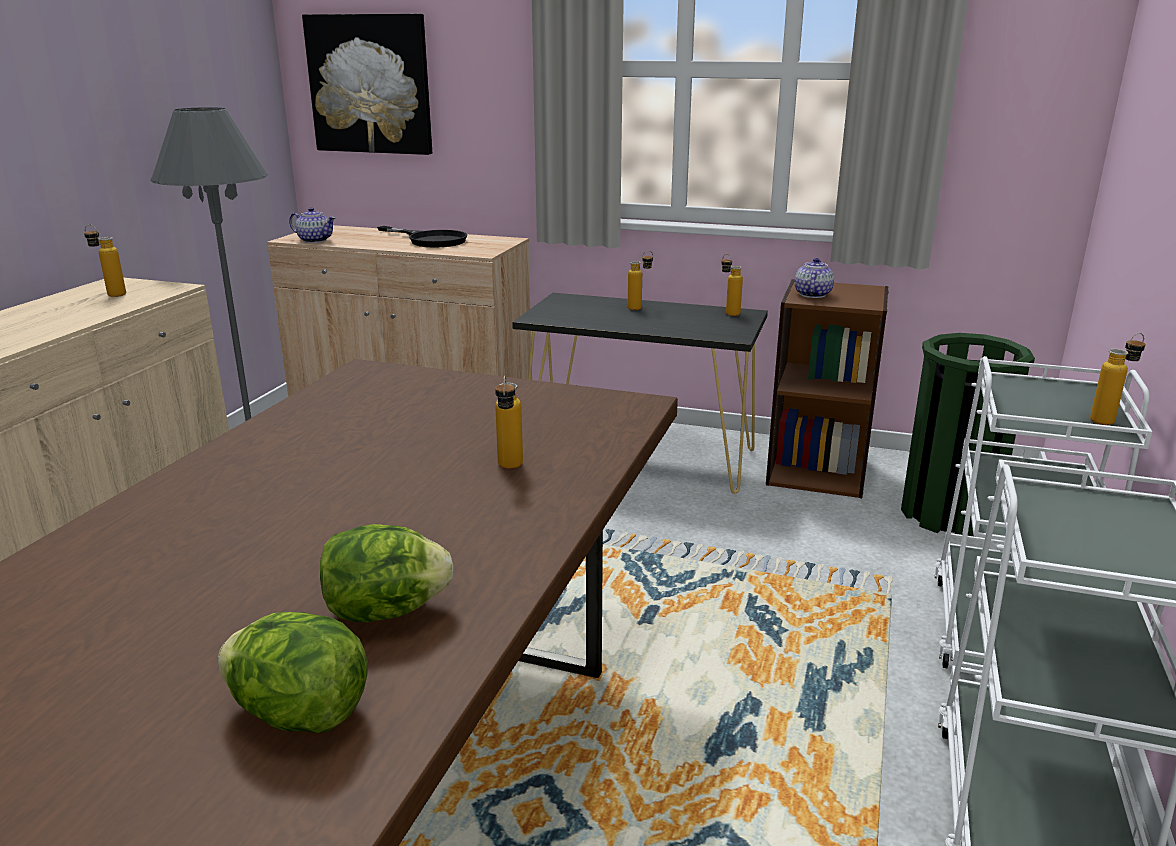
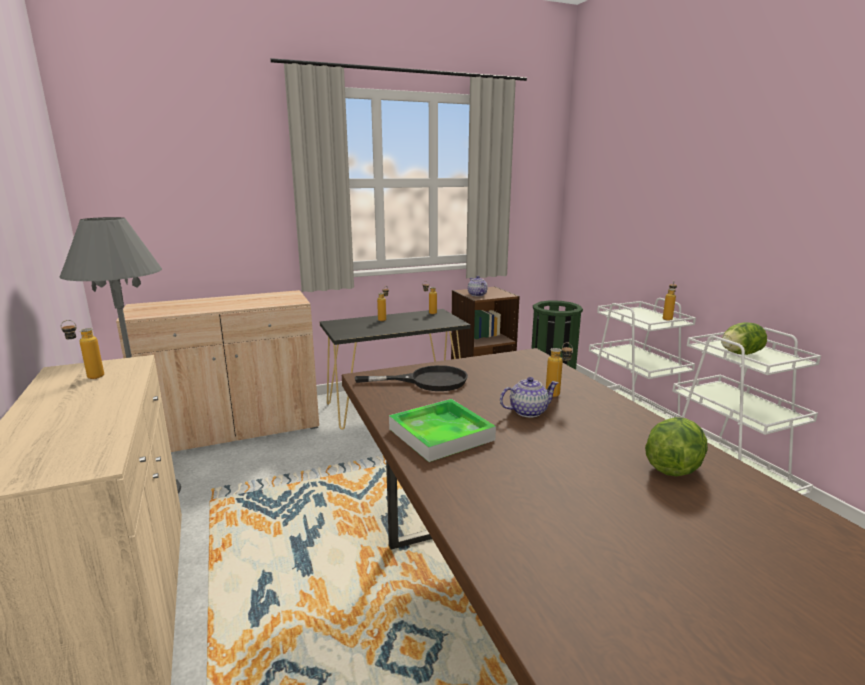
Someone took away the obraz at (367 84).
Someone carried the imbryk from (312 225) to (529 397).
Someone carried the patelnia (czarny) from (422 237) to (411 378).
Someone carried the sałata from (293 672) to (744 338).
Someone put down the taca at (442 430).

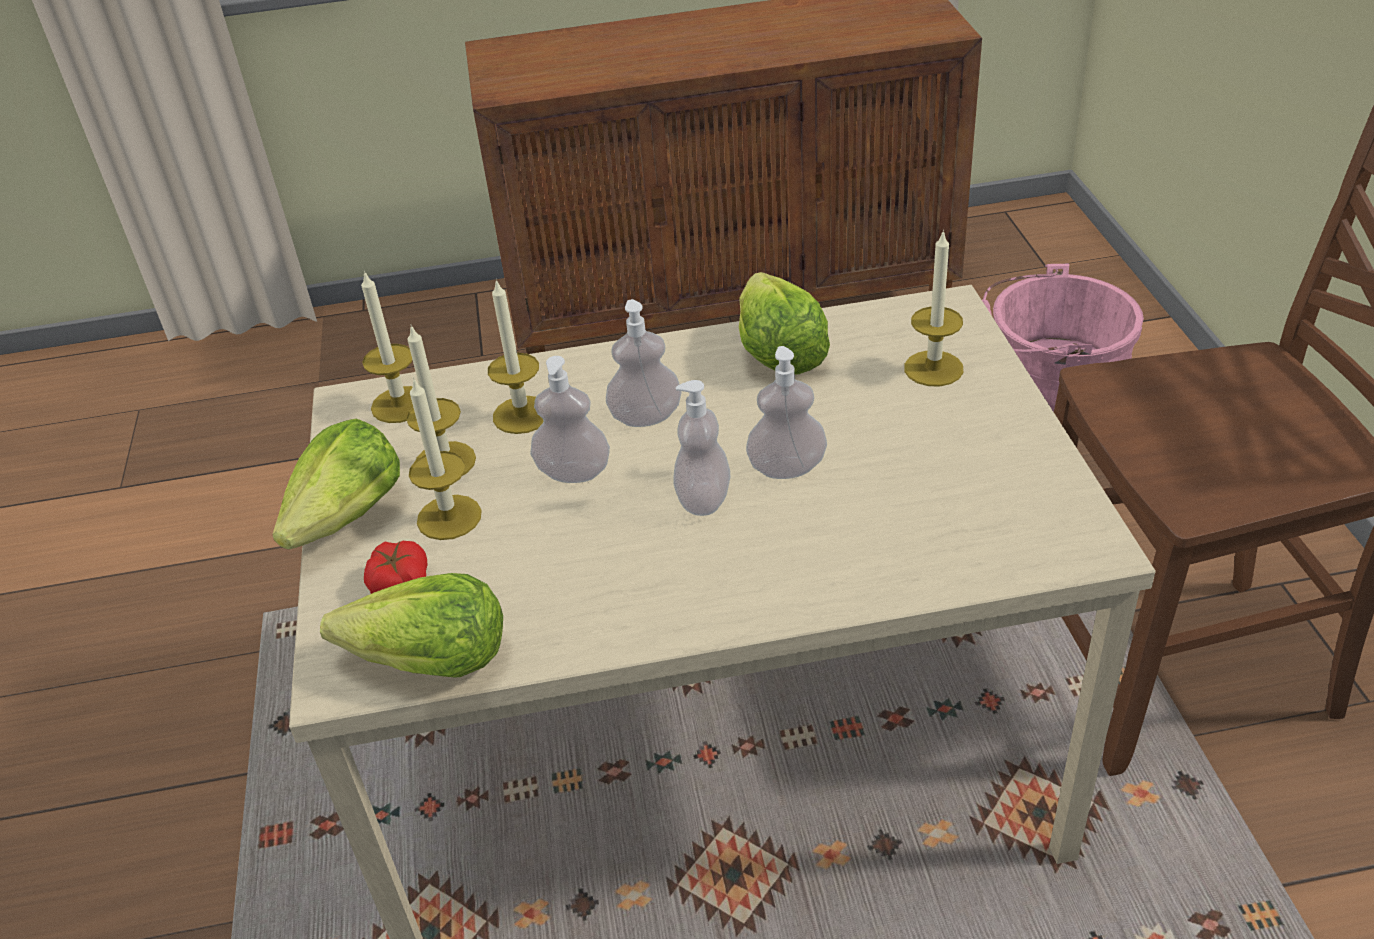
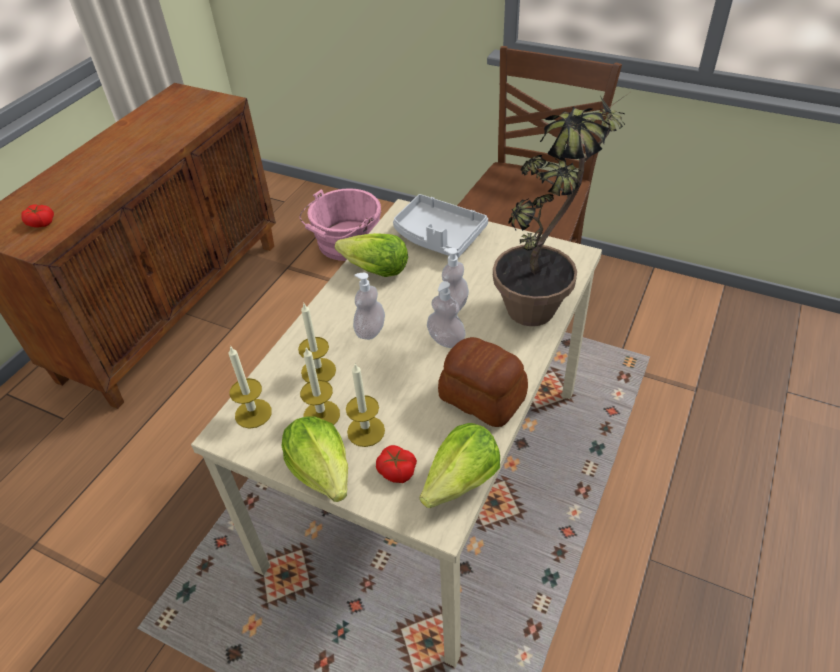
Someone swapped the świeca at (933 307) for the taca (szary) at (440 226).
Someone took away the dozownik mydła at (570 419).
Someone put down the roślina doniczkowa at (563 208).
Someone put down the pomidor at (37 216).
Someone put down the chleb at (483 382).

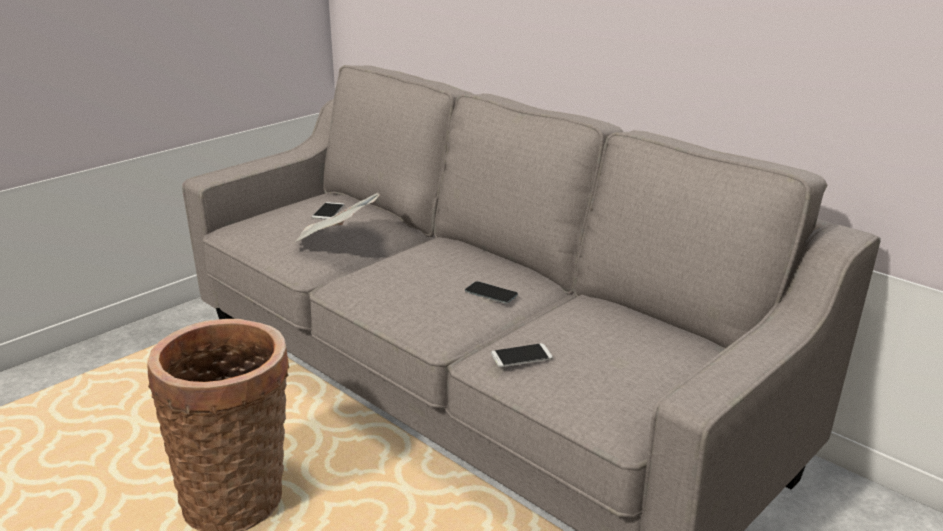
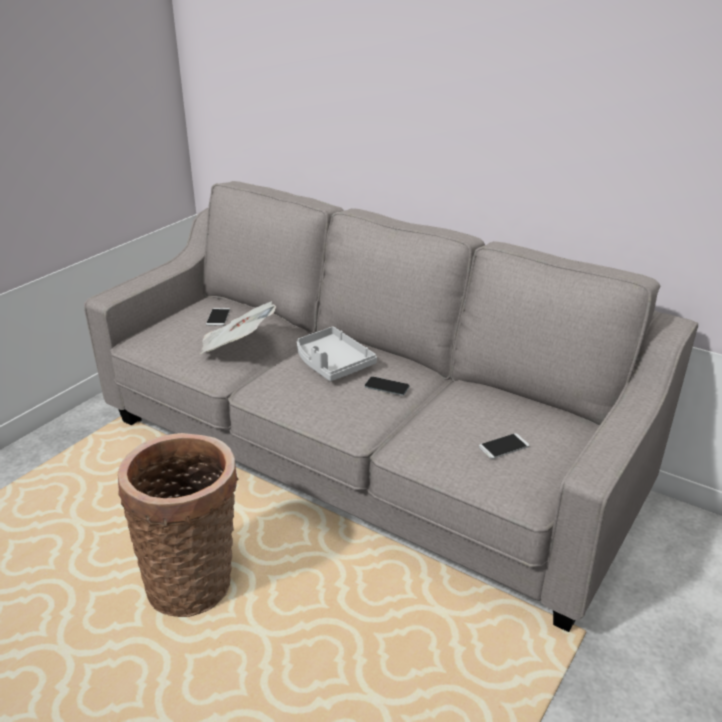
Someone carried the telefon from (522 355) to (504 446).
Someone put down the taca (szary) at (337 354).

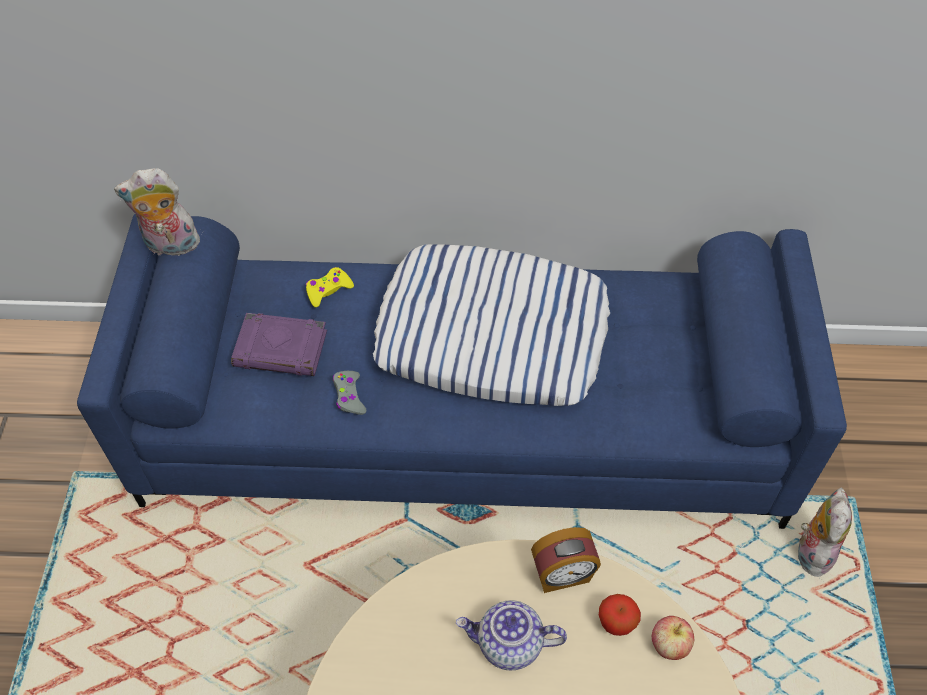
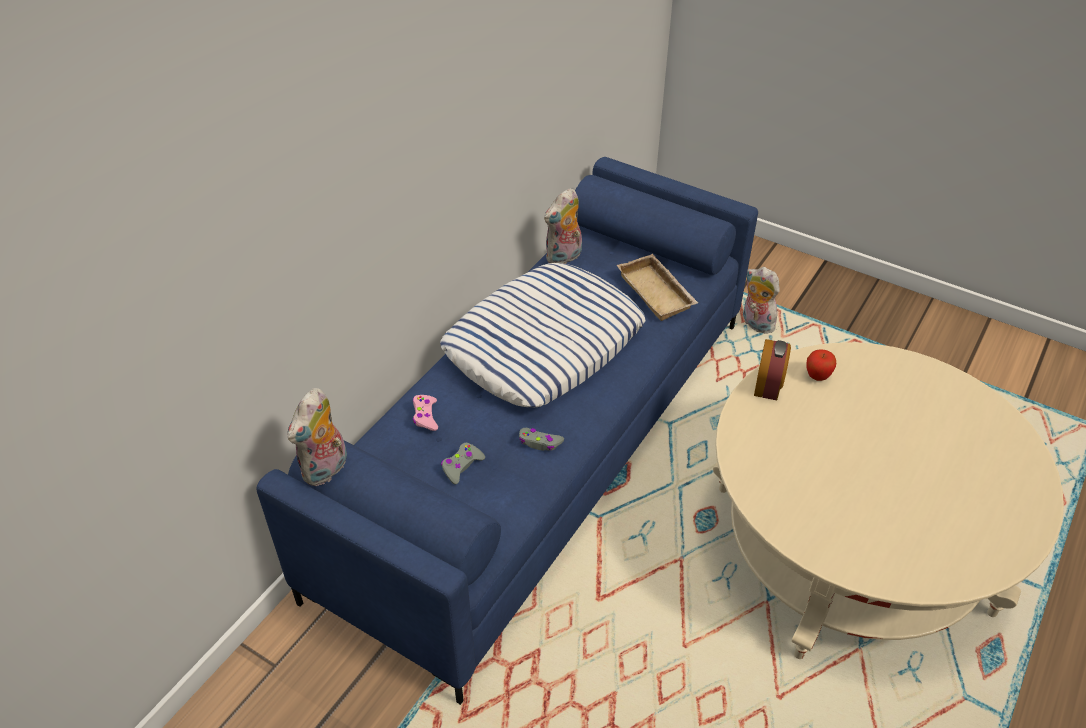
Someone repainted the pad do gier (żółty) at (330 287), which became the pad do gier (różowy) at (425 413).
Someone swapped the książka (fioletowy) at (279 344) for the pad do gier (szary) at (463 463).
Someone took away the imbryk at (511 635).
Someone took away the jabłko at (673 638).
Someone put down the pluszak at (563 226).
Someone put down the taca (beżowy) at (657 287).

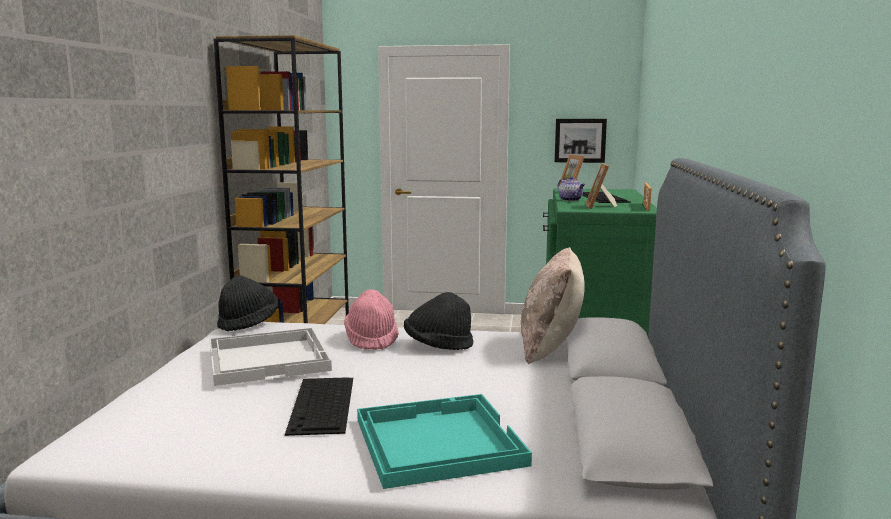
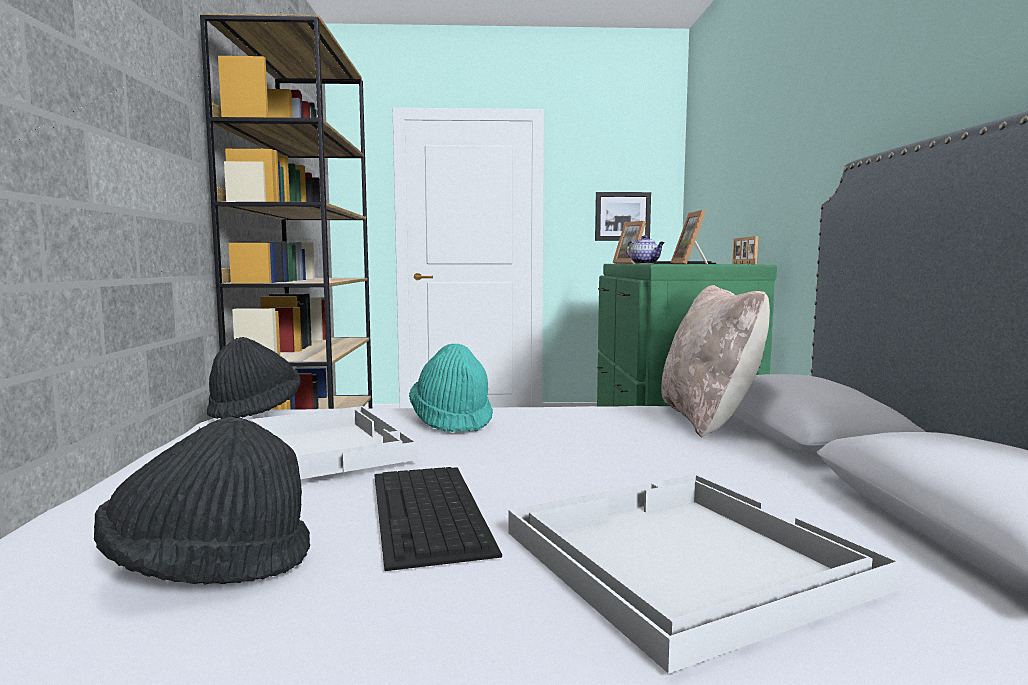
Someone repainted the kapelusz (różowy) at (371 319), which became the kapelusz (turkusowy) at (451 388).
Someone carried the kapelusz (czarny) from (438 321) to (202 501).
Someone repainted the taca (turkusowy) at (444 441), which became the taca (biały) at (705 574).

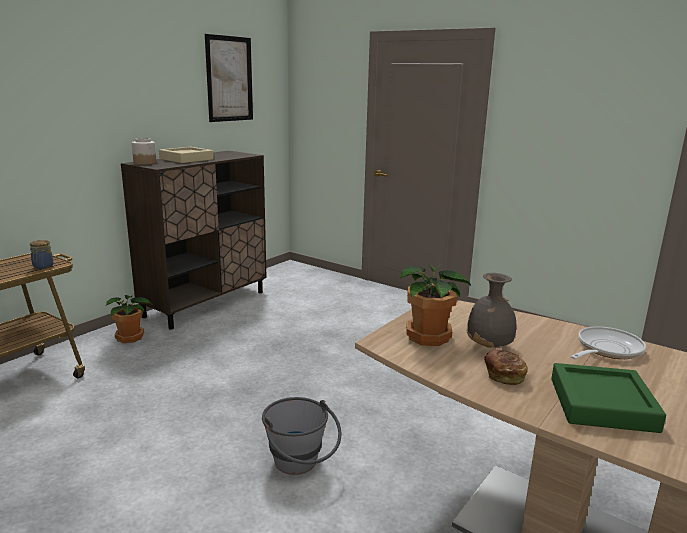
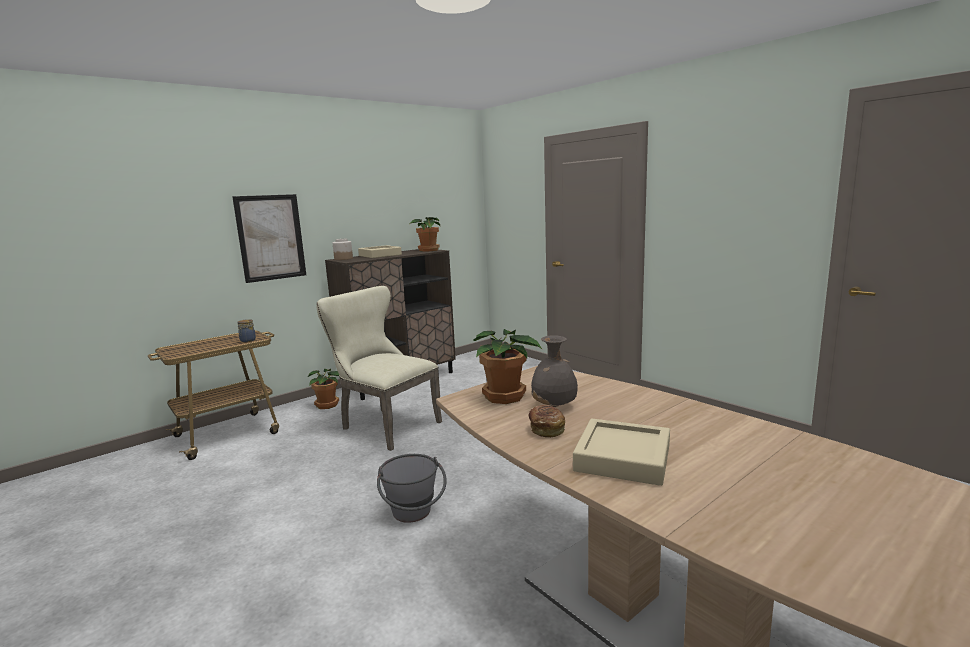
Someone carried the obraz from (229 78) to (269 238).
Someone took away the patelnia at (608 342).
Someone repainted the taca (zielony) at (608 398), which became the taca (beżowy) at (621 452).
Someone put down the roślina doniczkowa at (426 234).
Someone put down the krzesło (beżowy) at (379 368).

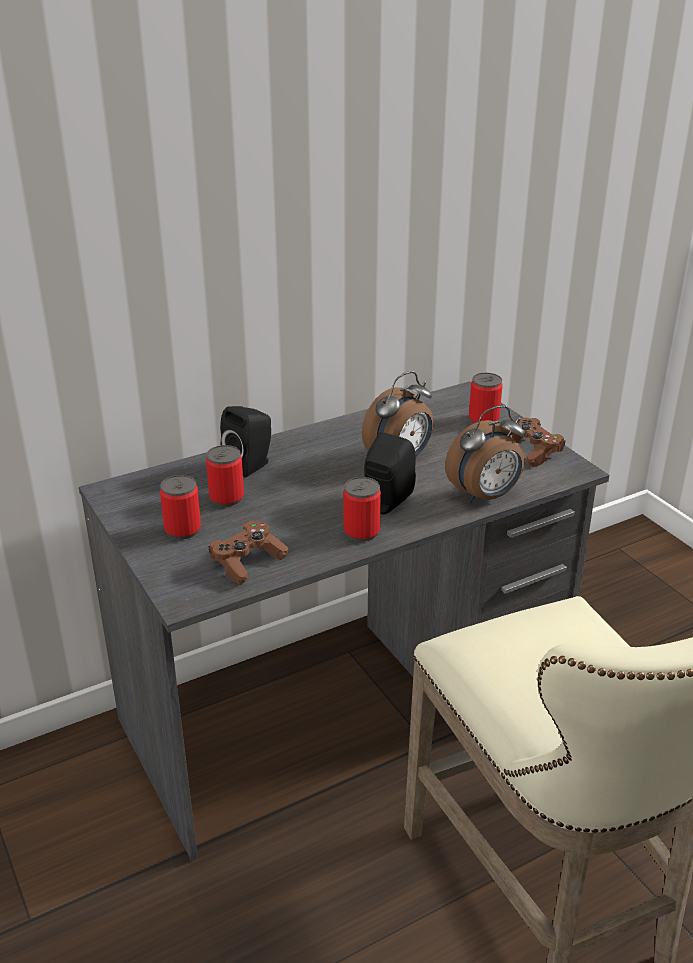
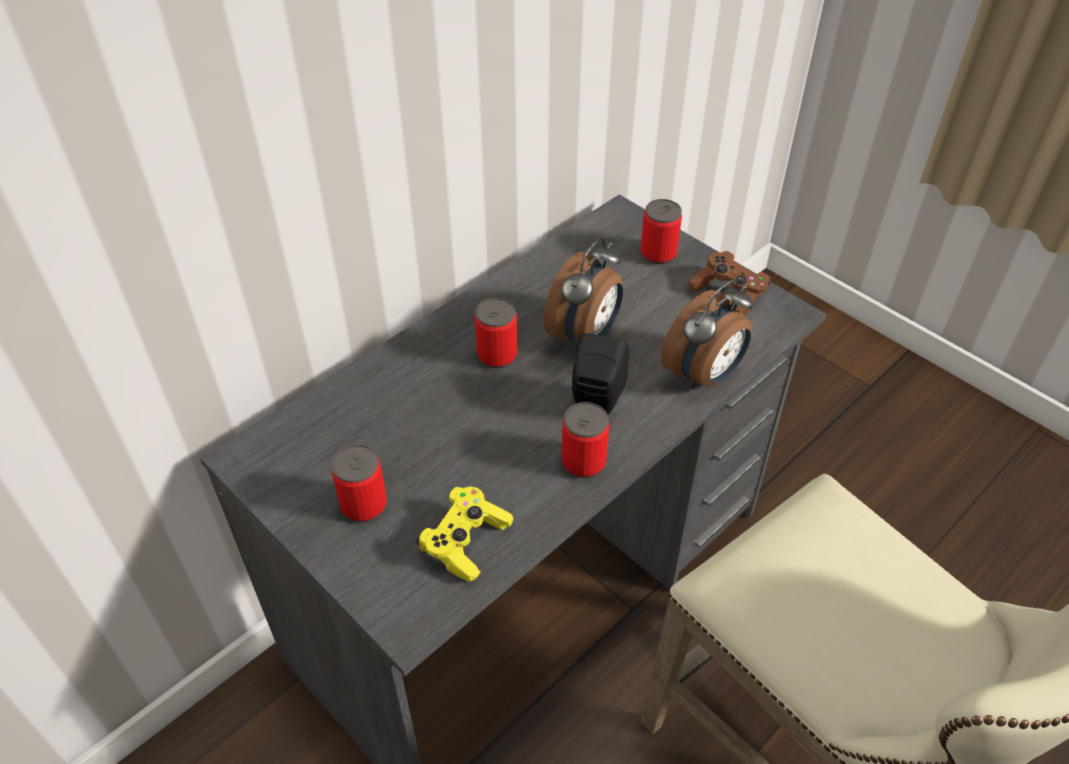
Someone took away the głośnik (czarny) at (245 441).
Someone carried the puszka from (225 476) to (496 333).
Someone repainted the pad do gier (brązowy) at (249 553), which became the pad do gier (żółty) at (465 534).

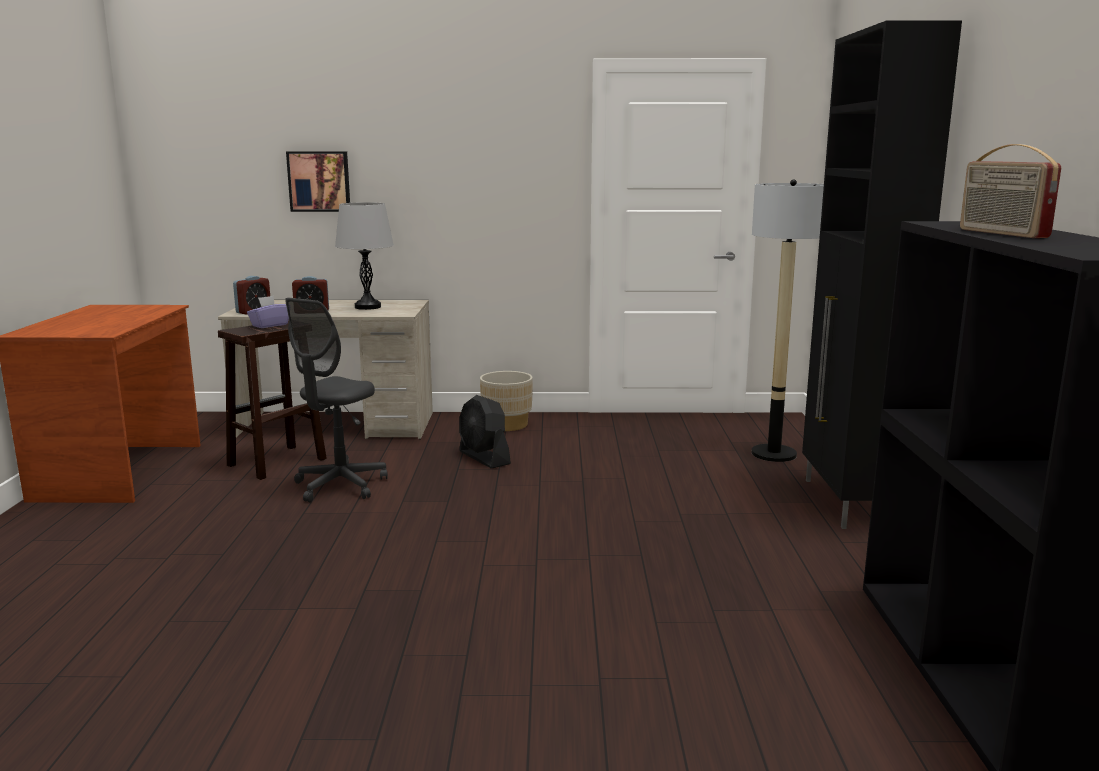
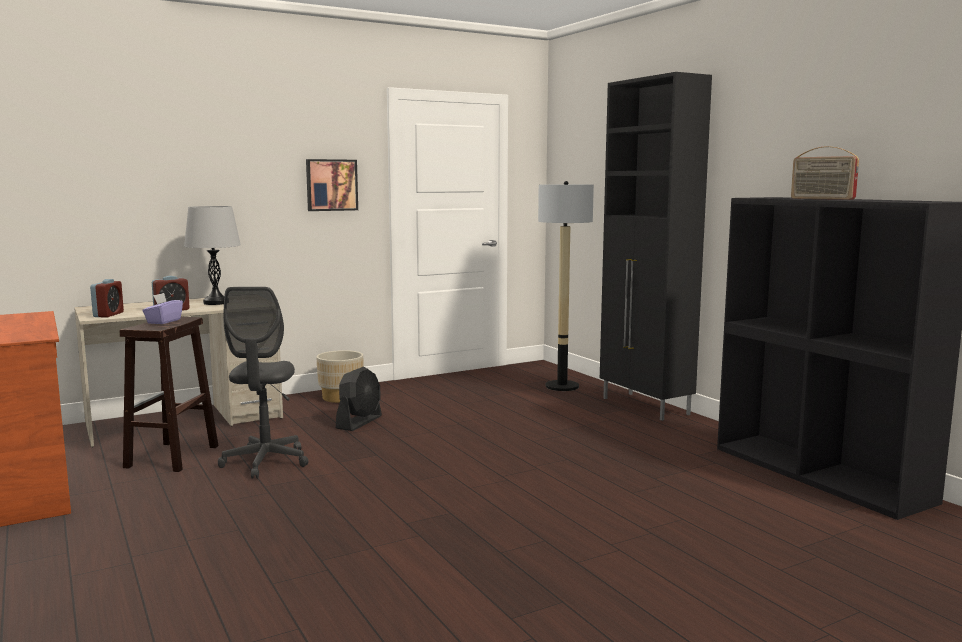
Someone carried the obraz from (318 181) to (332 185).
Someone rotated the wentylator (czarny) at (485 432) by 90 degrees counterclockwise.

